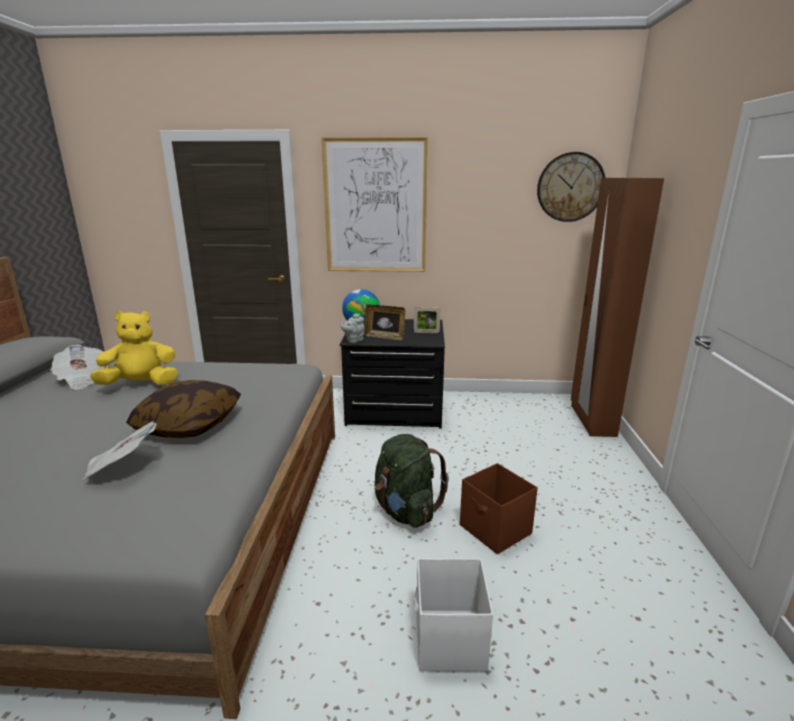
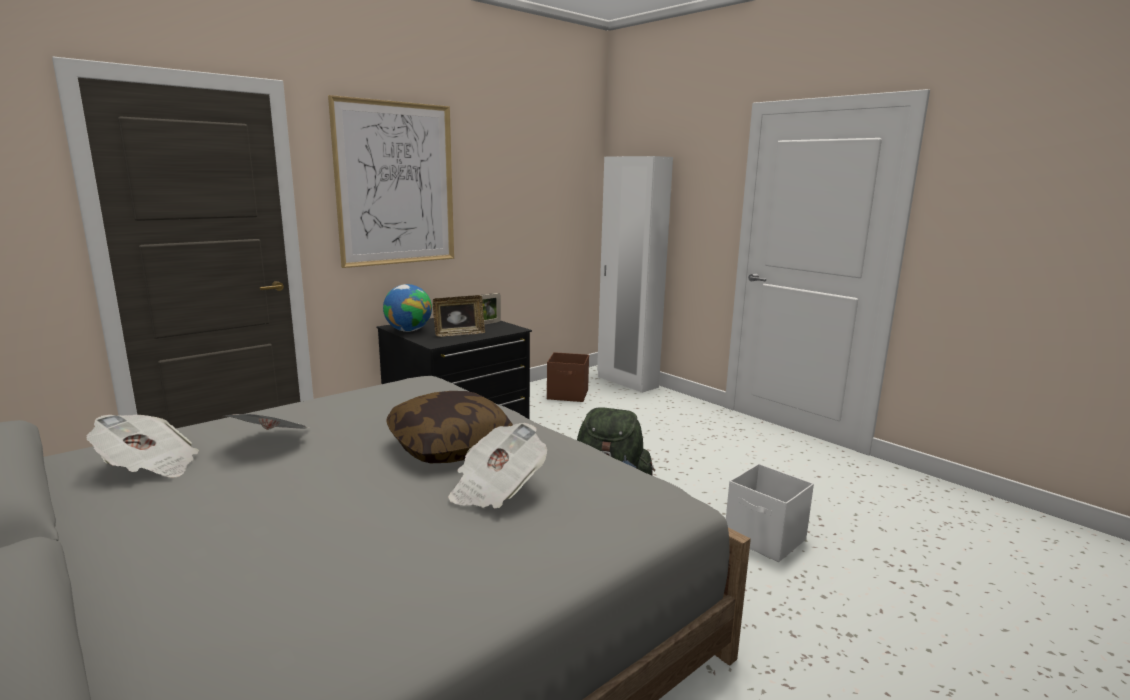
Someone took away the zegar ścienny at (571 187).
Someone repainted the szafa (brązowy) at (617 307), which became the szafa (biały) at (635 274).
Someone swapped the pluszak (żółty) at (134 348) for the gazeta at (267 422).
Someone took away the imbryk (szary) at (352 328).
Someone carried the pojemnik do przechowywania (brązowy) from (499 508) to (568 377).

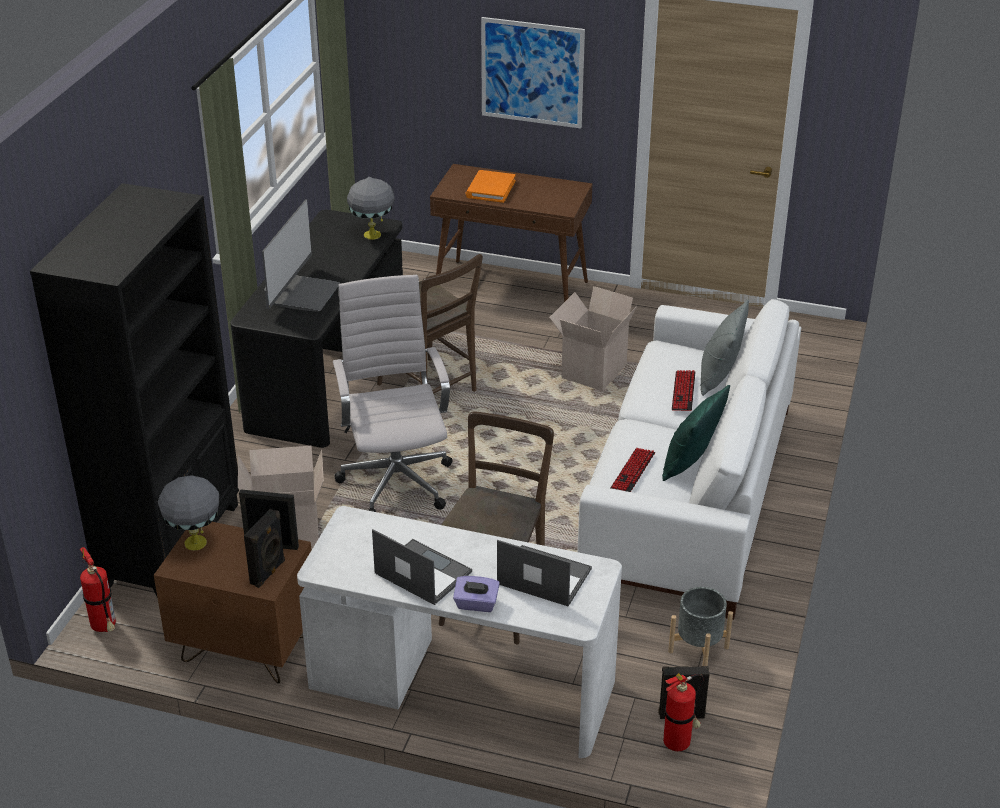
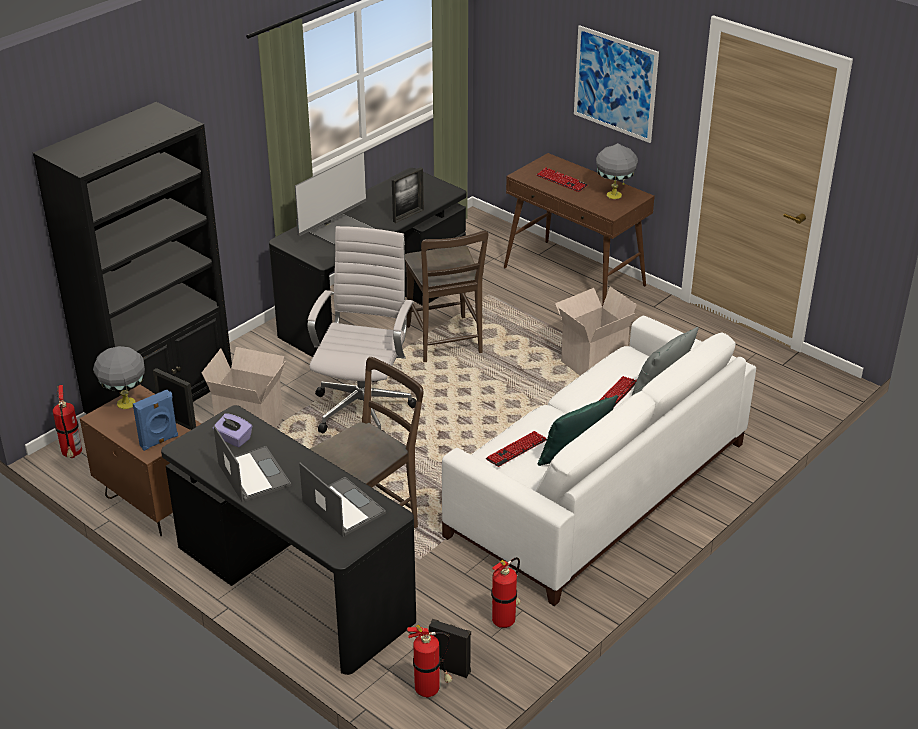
Someone swapped the książka (pomarańczowy) at (491 186) for the klawiatura at (562 179).
Someone carried the lampa stołowa (szary) from (370 208) to (617 171).
Someone repainted the biurko (biały) at (459 632), which became the biurko (czarny) at (288 540).
Someone repainted the głośnik (czarny) at (264 548), which became the głośnik (niebieski) at (155 420).
Someone carried the pudełko chusteczek (fioletowy) from (476 594) to (232 430).
Someone swapped the donica (szary) at (700 626) for the gaśnica at (506 592).
Someone put down the ramka na zdjęcie at (408 195).

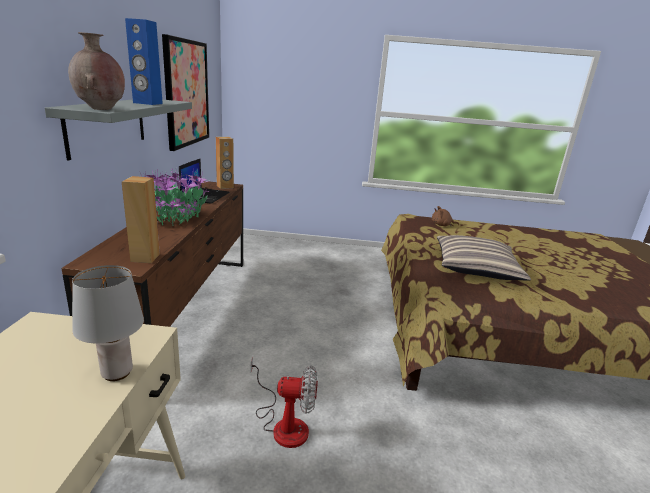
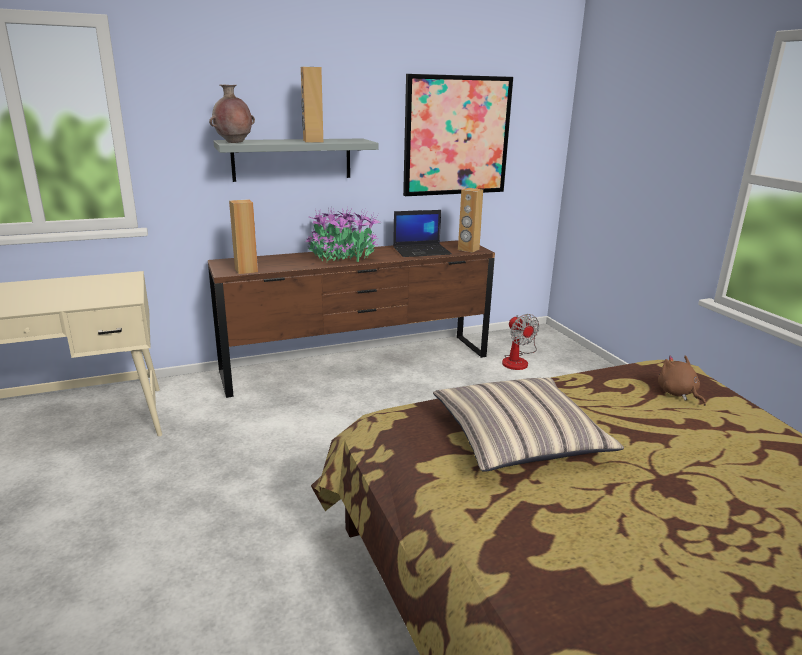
Someone repainted the głośnik (niebieski) at (144 61), which became the głośnik (brązowy) at (312 105).
Someone took away the lampa stołowa (szary) at (108 323).
Someone carried the wentylator from (284 402) to (520 342).

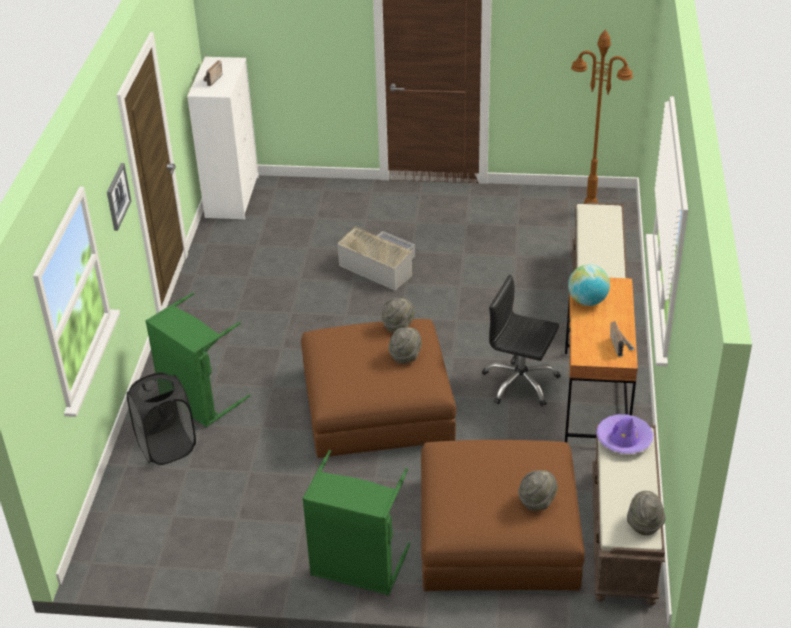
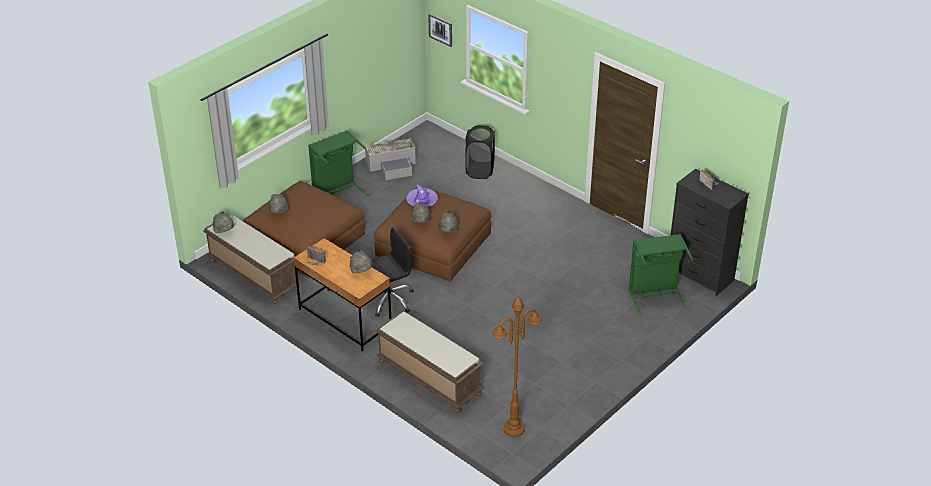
Someone repainted the komoda (biały) at (223 138), which became the komoda (czarny) at (710 232).
Someone carried the obraz from (119 197) to (440 30).
Someone carried the pojemnik do przechowywania (szary) from (376 258) to (390 159).
Someone swapped the globus at (589 285) for the kapelusz (szary) at (361 261).
Someone carried the kosz na pranie (zielony) from (198 360) to (660 274).
Someone carried the kapelusz (fioletowy) from (625 434) to (422 195).

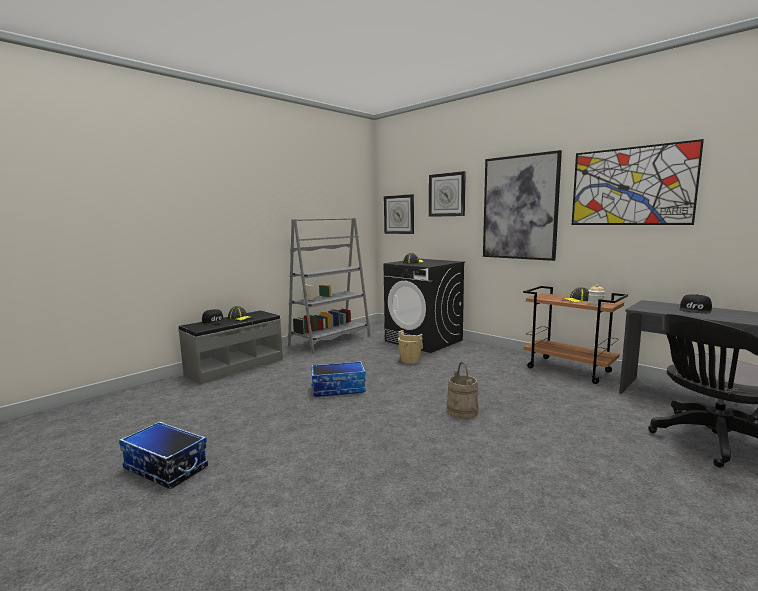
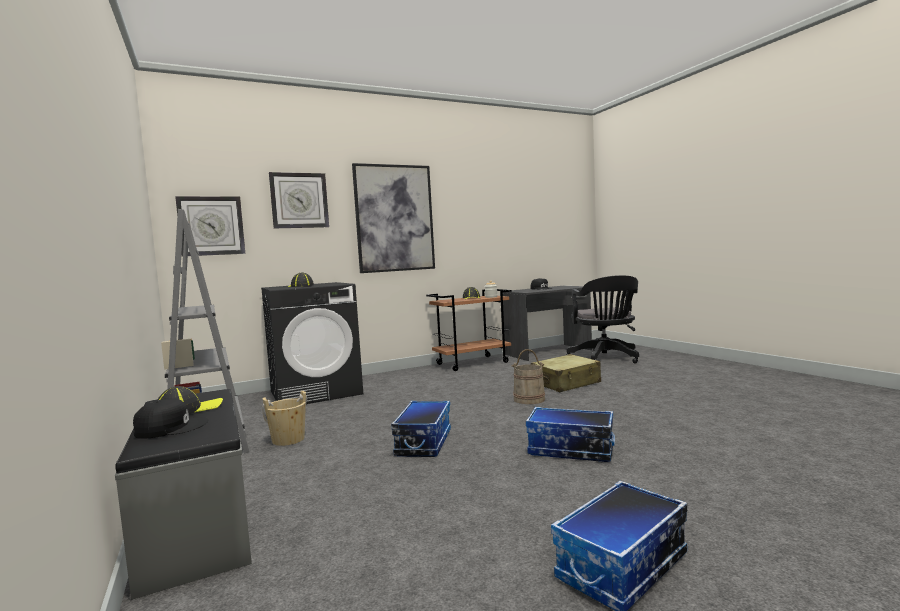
Someone took away the obraz at (638 182).
Someone carried the wiadro (beżowy) from (410 346) to (284 418).
Someone put down the walizka (beżowy) at (566 373).
Someone put down the pojemnik do przechowywania at (570 434).

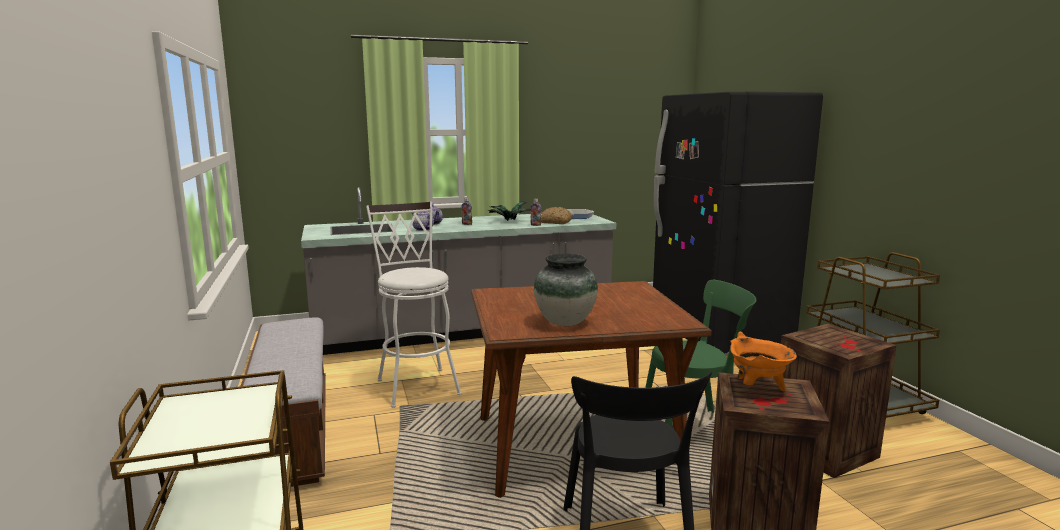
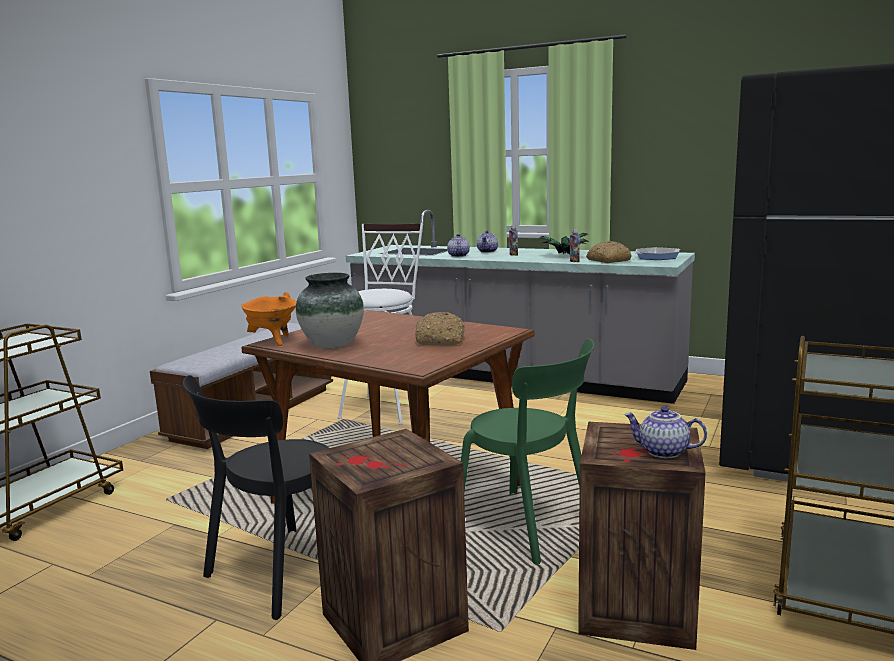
Someone carried the garnek (pomarańczowy) from (763 361) to (269 319).
Someone put down the chleb at (440 328).
Someone put down the imbryk at (665 432).

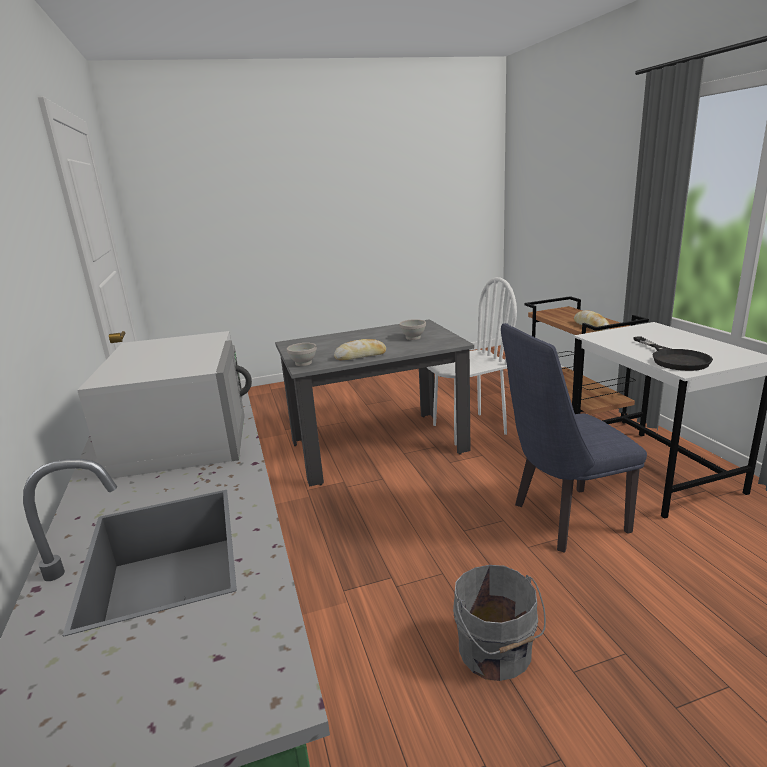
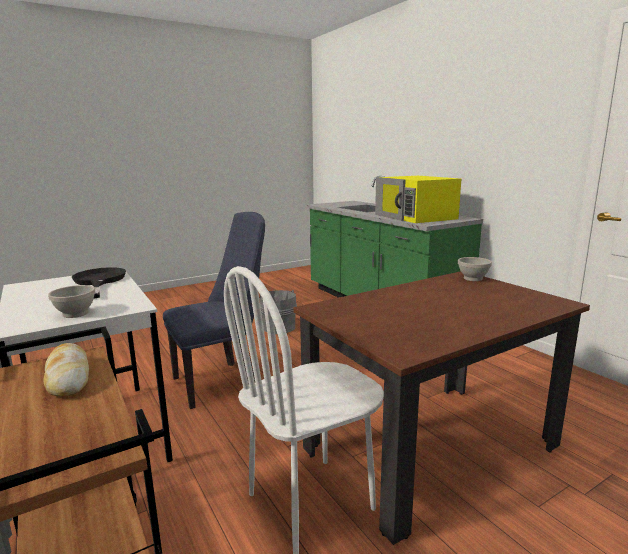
Someone repainted the stół jadalny (szary) at (374 402), which became the stół jadalny (brązowy) at (442 408).
Someone carried the miska (biały) from (412 329) to (71 301).
Someone repainted the mikrofalówka (biały) at (164 405), which became the mikrofalówka (żółty) at (418 199).
Someone took away the chleb at (360 349).

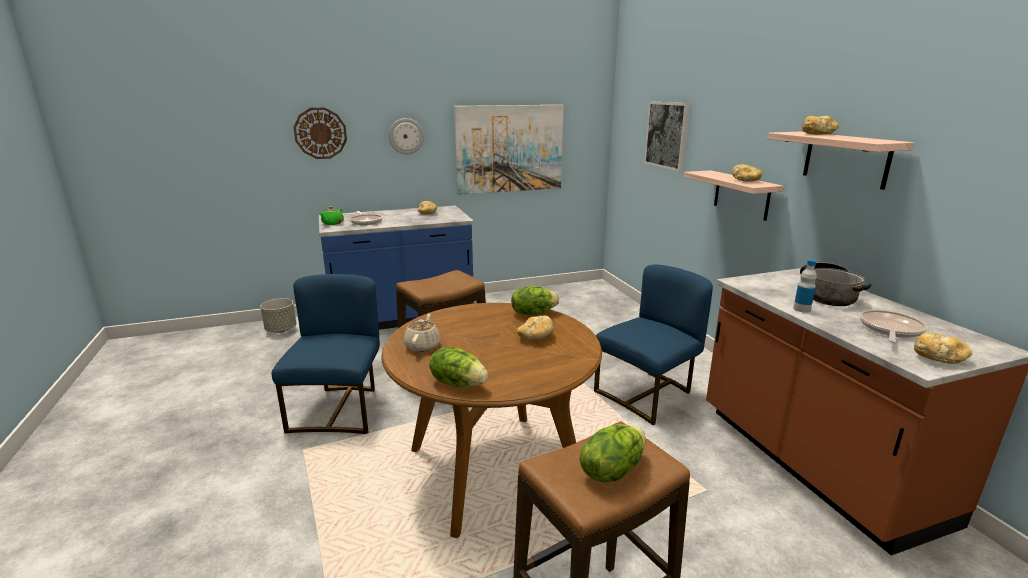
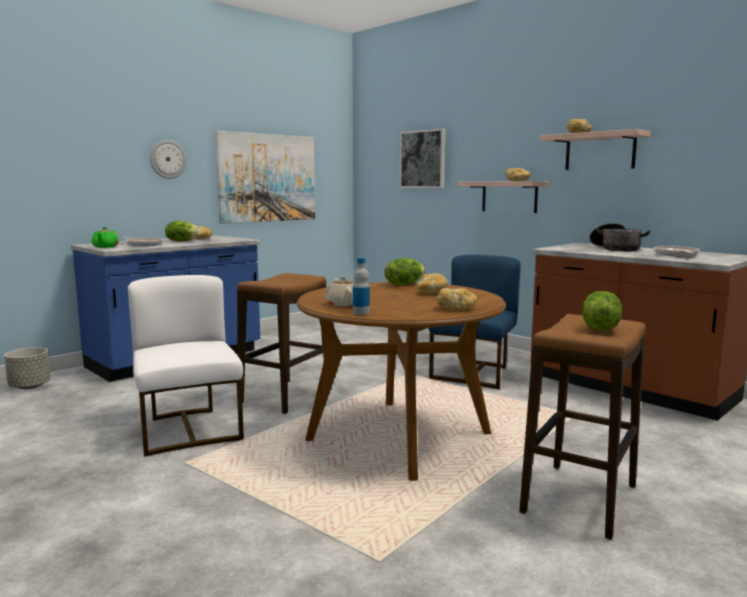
Someone took away the zegar ścienny at (320 133).
Someone carried the butelka from (805 286) to (361 286).
Someone repainted the krzesło (niebieski) at (325 354), which became the krzesło (biały) at (186 366).
Someone carried the chleb from (943 348) to (456 298).
Someone carried the sałata from (458 367) to (183 231).

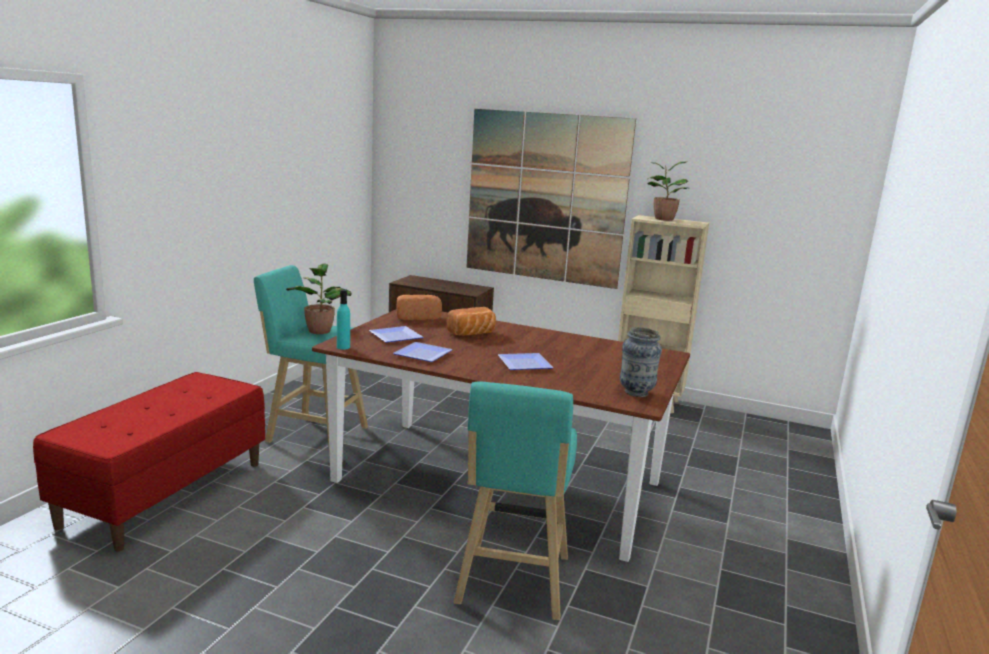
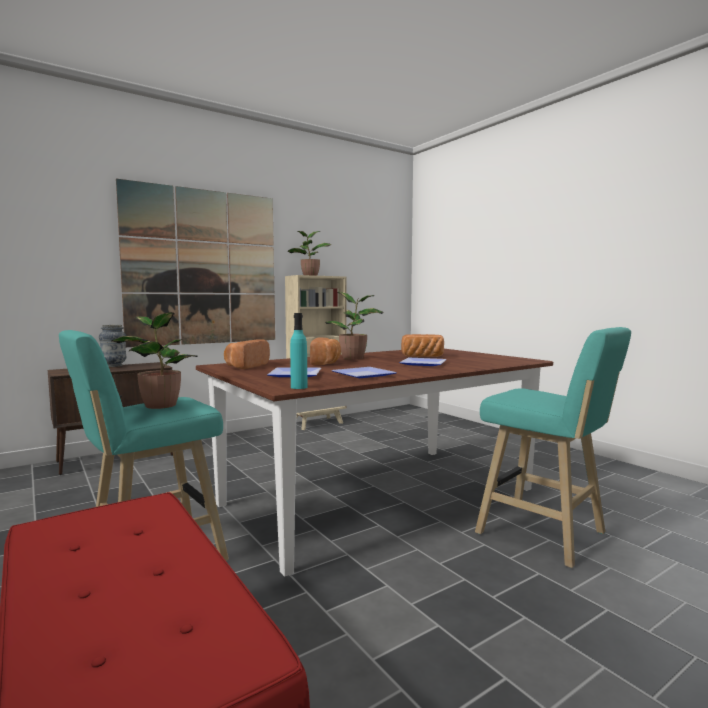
Someone carried the wazon from (641 362) to (113 346).
Someone put down the roślina doniczkowa at (354 325).
Someone put down the chleb at (422 345).

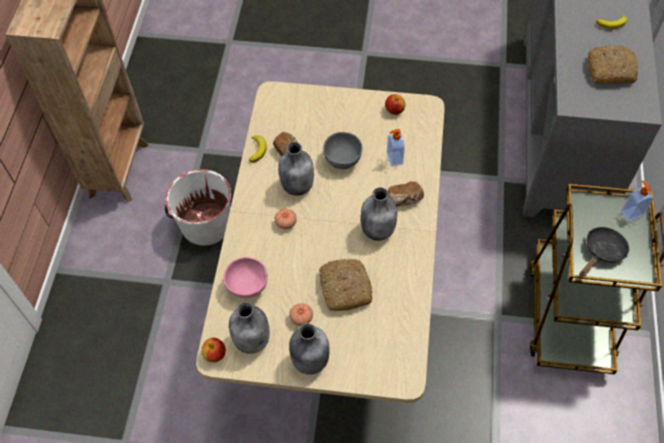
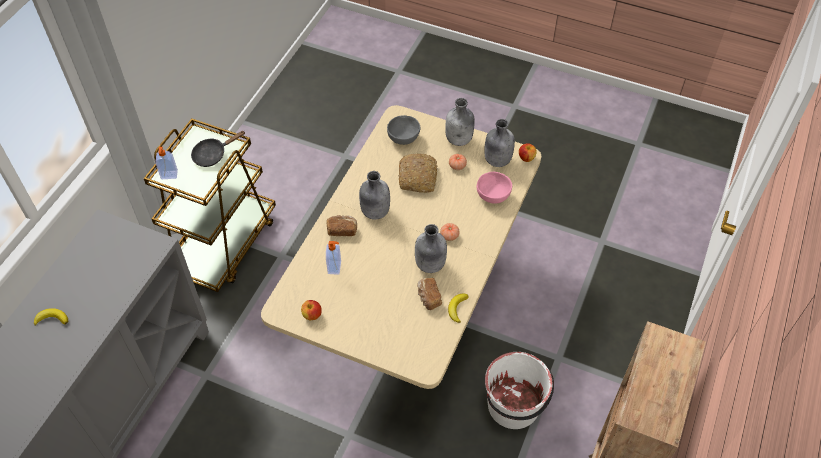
Someone took away the chleb at (613 65).
Someone carried the miska (szary) from (342 150) to (403 130).

